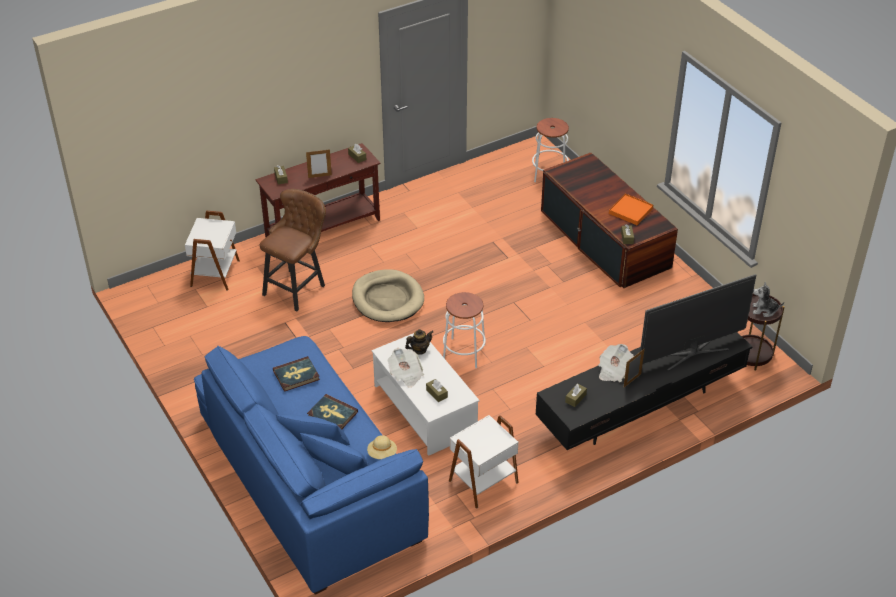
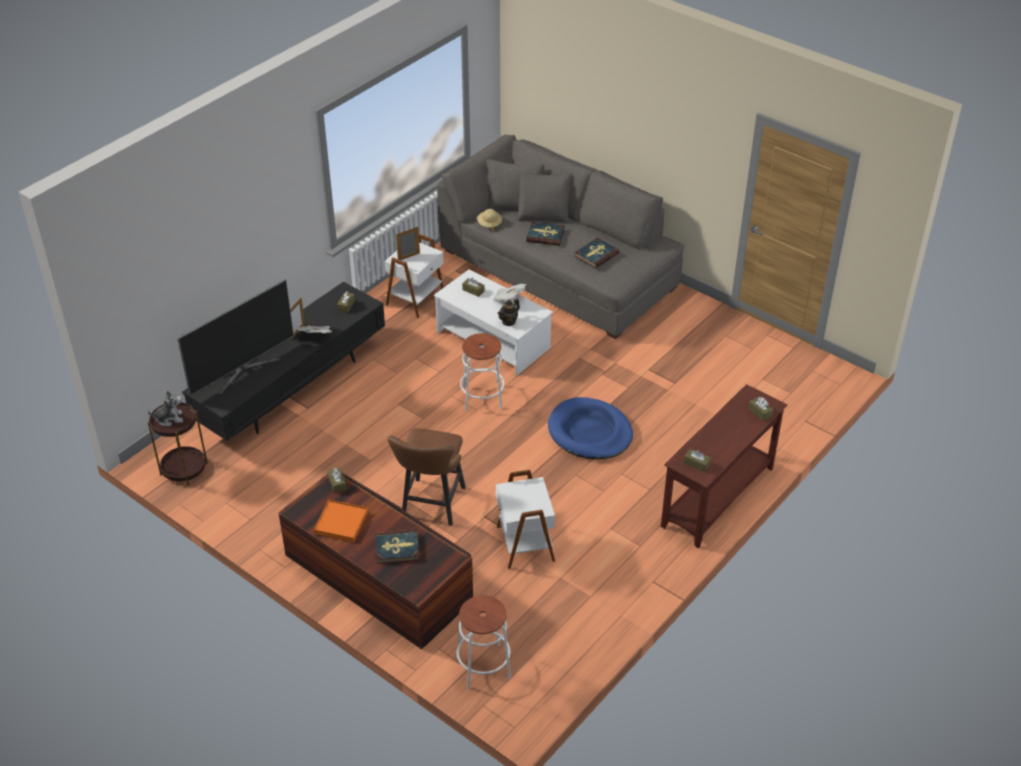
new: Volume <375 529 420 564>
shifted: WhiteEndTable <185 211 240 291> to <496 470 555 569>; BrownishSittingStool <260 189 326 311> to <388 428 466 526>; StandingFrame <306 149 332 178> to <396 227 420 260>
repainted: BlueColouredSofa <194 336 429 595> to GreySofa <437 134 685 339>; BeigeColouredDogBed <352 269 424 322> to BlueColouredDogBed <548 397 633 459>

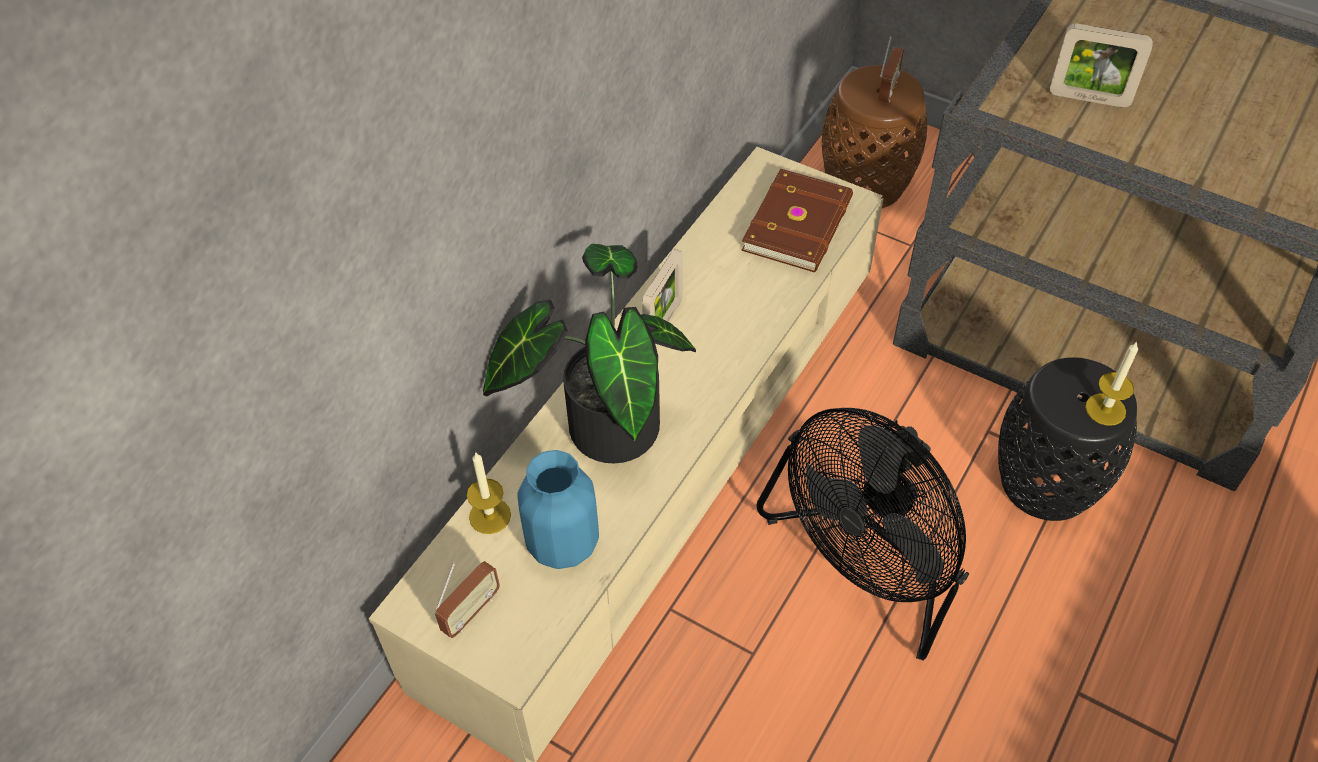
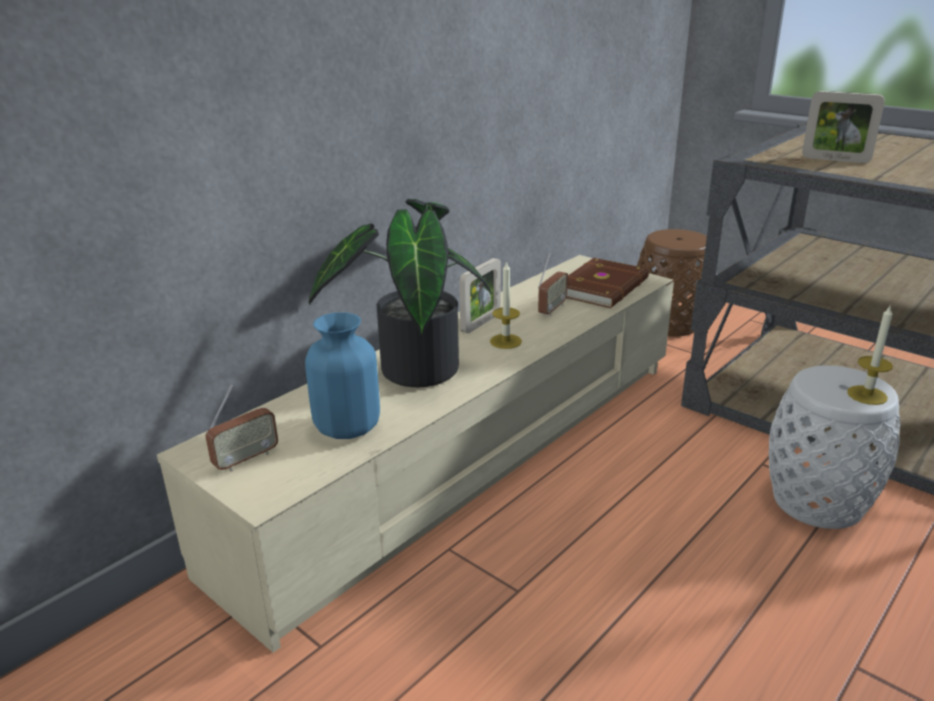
gone: BlackColouredCoolingFan <756 408 969 661>
shifted: Candle <467 452 511 534> to <490 260 522 349>; RadioReceiver <878 36 904 103> to <538 253 568 316>
repainted: BlackColouredSittingStool <998 357 1137 521> to WhiteSittingStool <769 366 900 529>

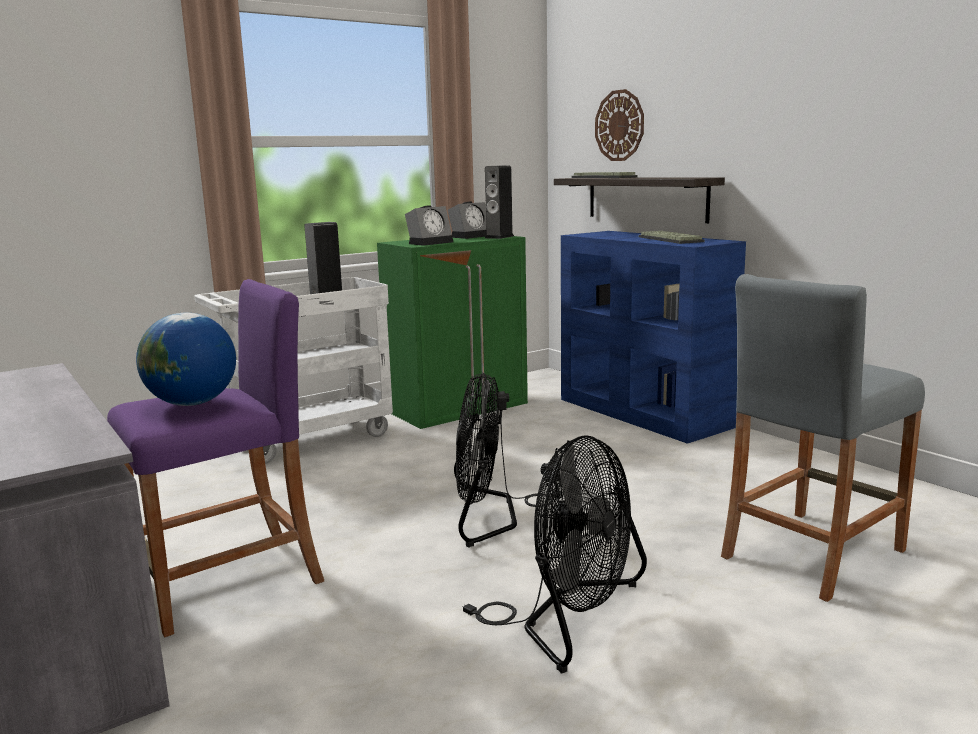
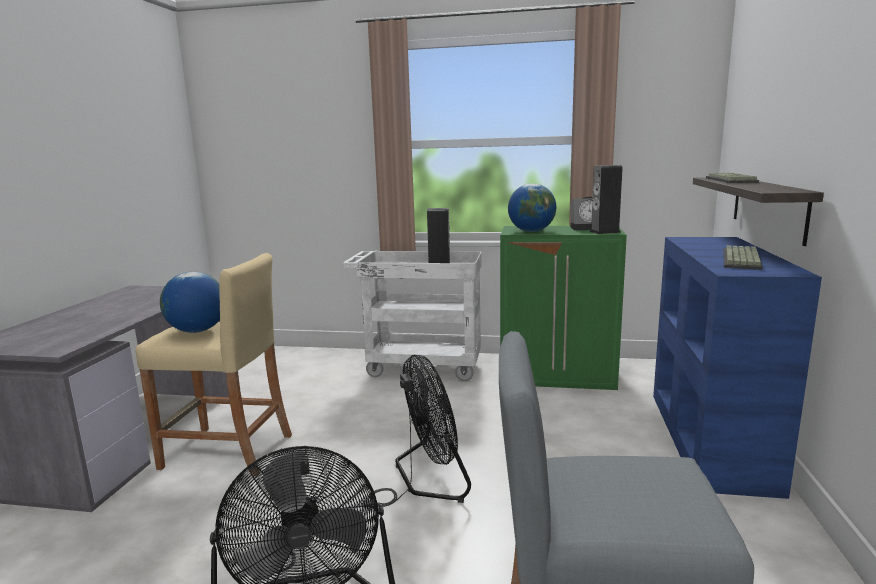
gone: HangingClock <595 89 644 161>
swapped: AlarmClock <405 205 453 246> to Globe <508 183 556 232>
repainted: PurpleColouredSittingStool <107 279 324 637> to BeigeColouredSittingStool <135 253 292 476>
rotated: BlackColouredCoolingFan <454 373 561 548> = <363 355 471 508> 120 degrees clockwise

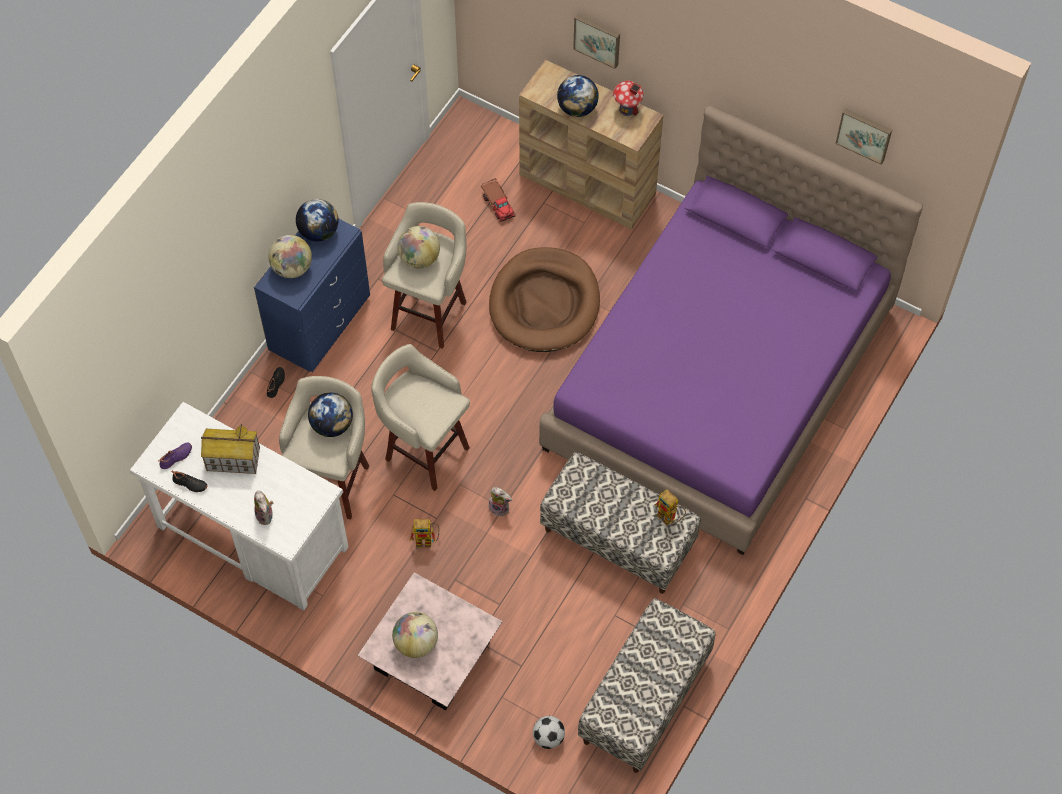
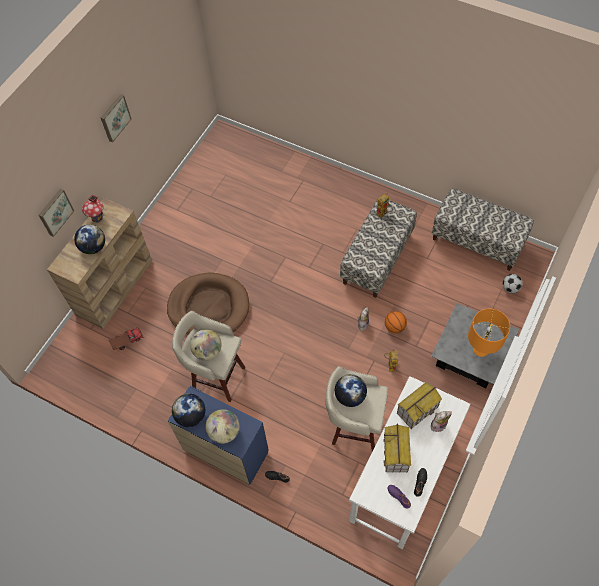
gone: BeigeColouredSittingStool <371 344 470 491>; PurpleColouredBedroomBed <539 105 923 555>
new: BasketballBall <385 311 407 333>; ModelHouse <397 382 442 429>
shifted: WallPicture <835 108 892 165> to <101 94 131 142>
swapped: Globe <392 612 438 658> to OrangeColouredTabletopLamp <468 309 510 357>
repainted: PinkCoffeeTable <357 572 503 710> to GreyCoffeeTable <431 303 519 388>

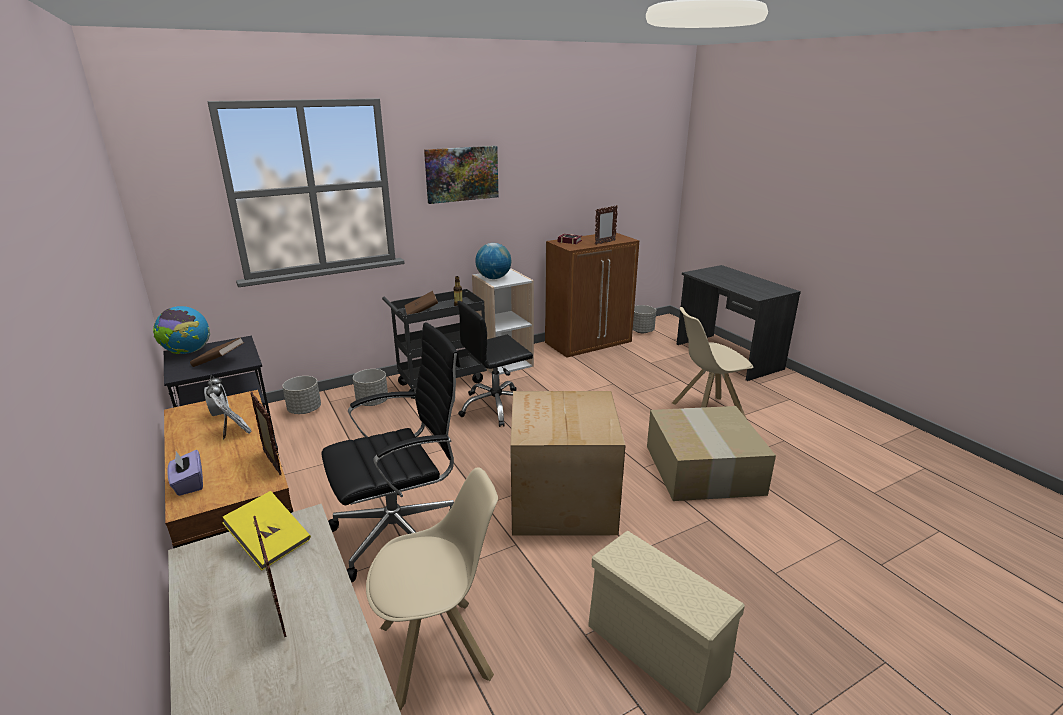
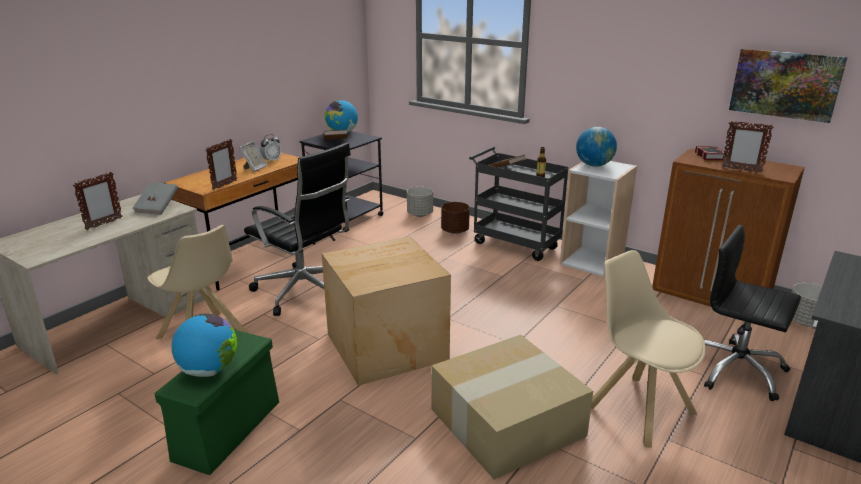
gone: PurpleColouredTissueHolder <167 450 203 496>
new: Globe <172 313 237 377>
shifted: WallPicture <424 146 499 204> to <729 49 847 123>; BlackColouredDeskChair <457 301 533 427> to <704 224 801 401>
repainted: YellowColouredVolume <222 491 311 571> to GreyVolume <133 182 178 215>; GreyPlantPot <353 369 388 406> to BrownishPlantPot <441 202 470 234>; BeigeColouredStorageContainer <588 531 745 713> to GreenishStorageContainer <155 330 279 475>

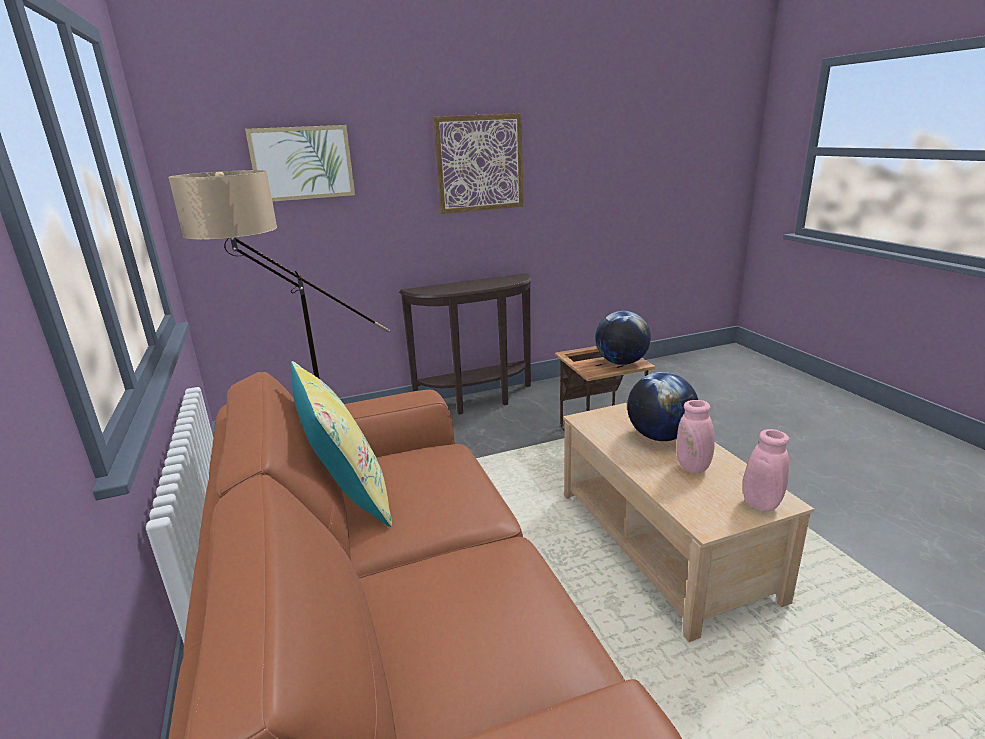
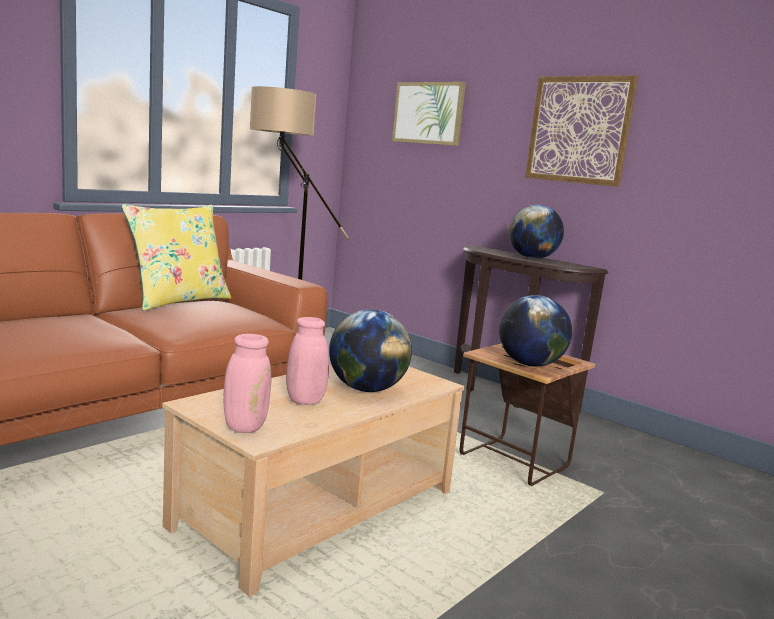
new: Globe <509 205 564 259>

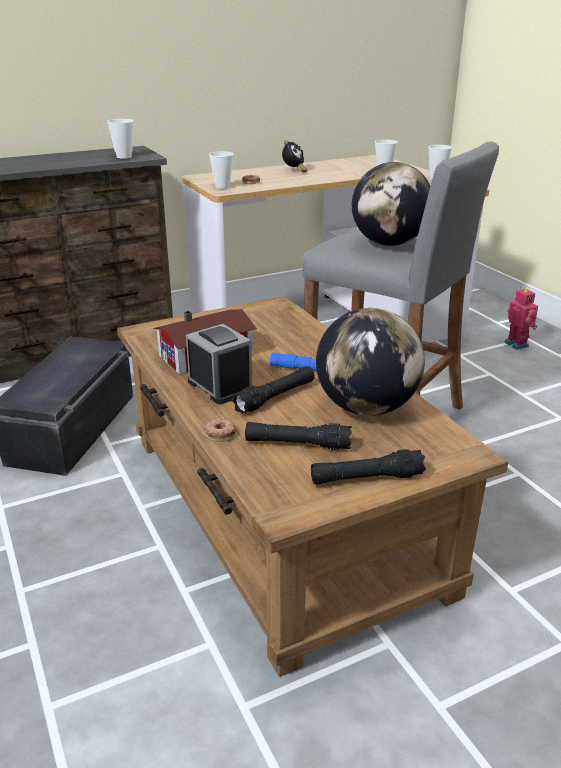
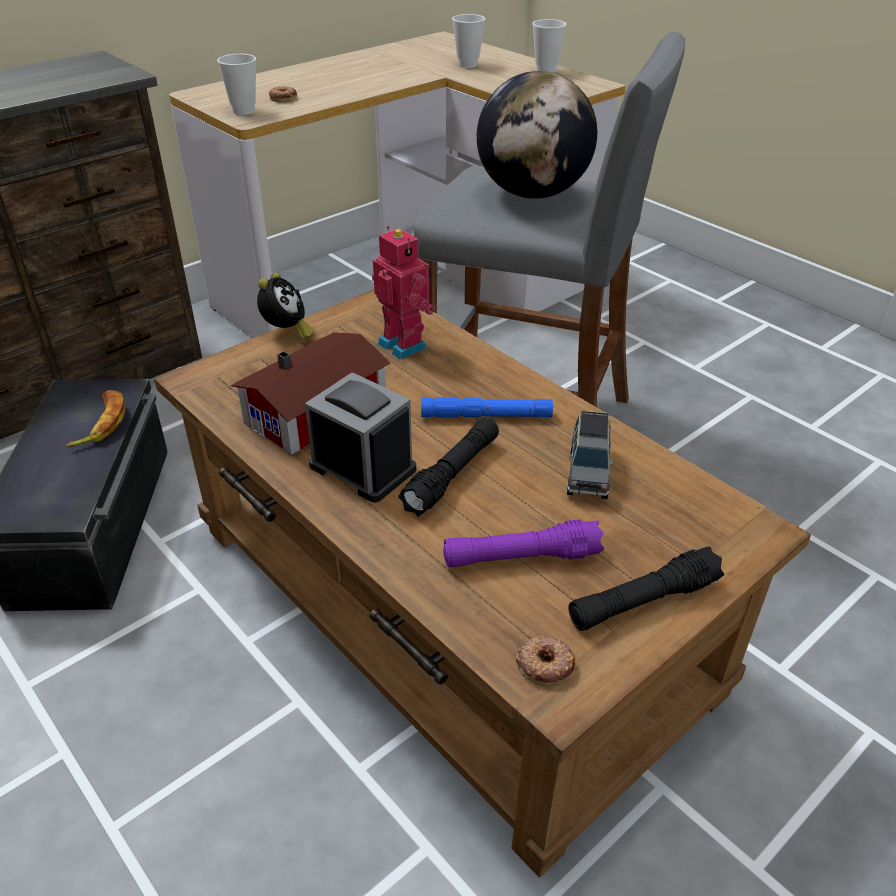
gone: SmallCup <107 119 134 158>
new: WholeBanana <66 390 125 447>
shifted: RingDoughnut <204 419 237 442> to <516 636 575 686>; AlarmClock <282 140 307 172> to <257 273 315 340>; RobotFigure <504 287 538 350> to <372 226 435 360>
swapped: Globe <316 308 425 416> to GreyModelCar <567 411 613 499>
repainted: BlackColouredTorch <245 422 352 450> to PurpleColouredTorch <443 519 604 568>

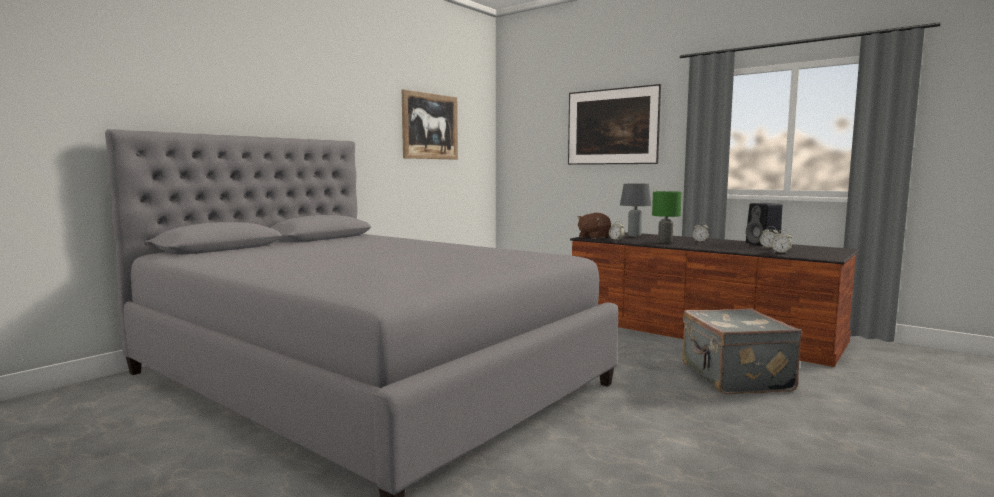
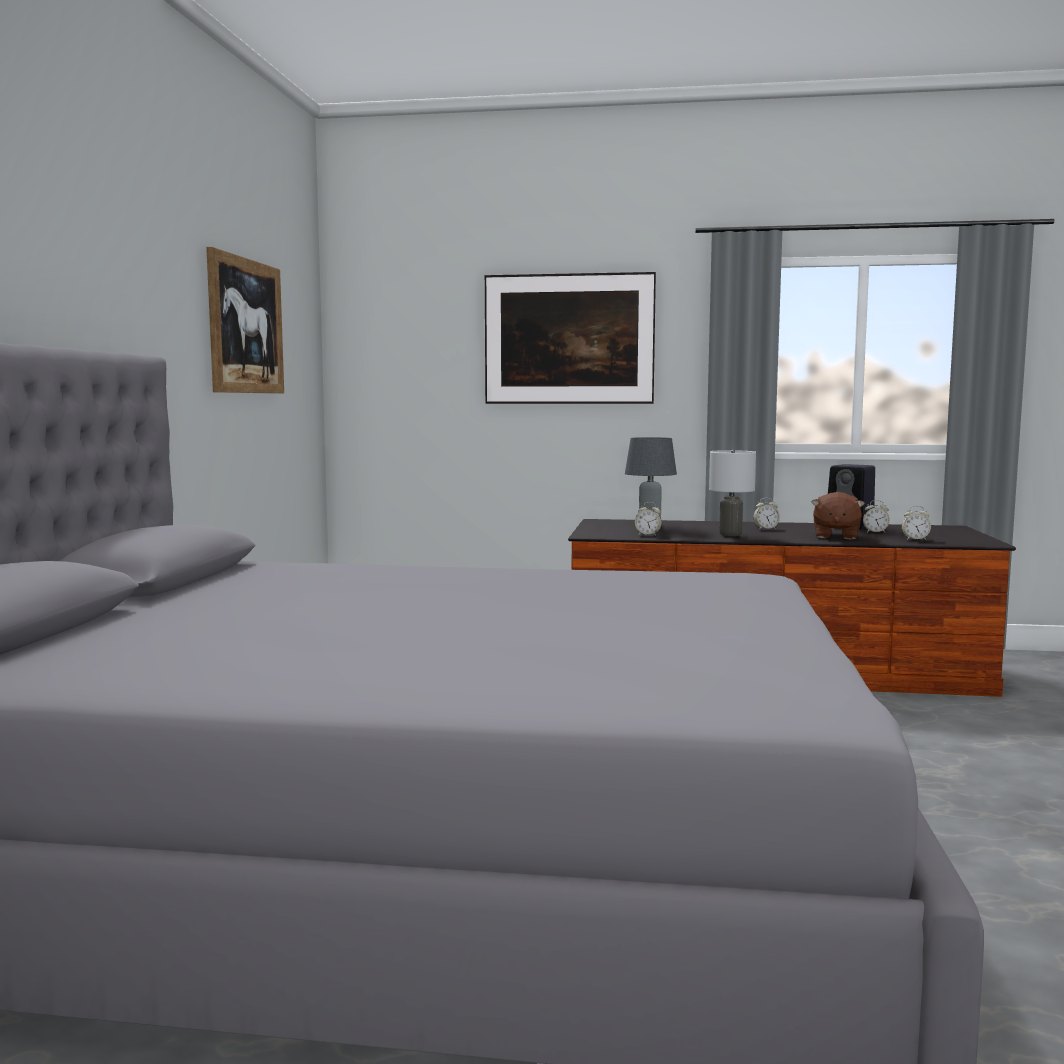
gone: GreySuitcase <682 309 802 395>
shifted: BrownishCuddlyToy <577 213 611 239> to <811 492 865 539>
repainted: GreenishTabletopLamp <652 191 682 244> to WhiteTabletopLamp <709 450 756 537>

